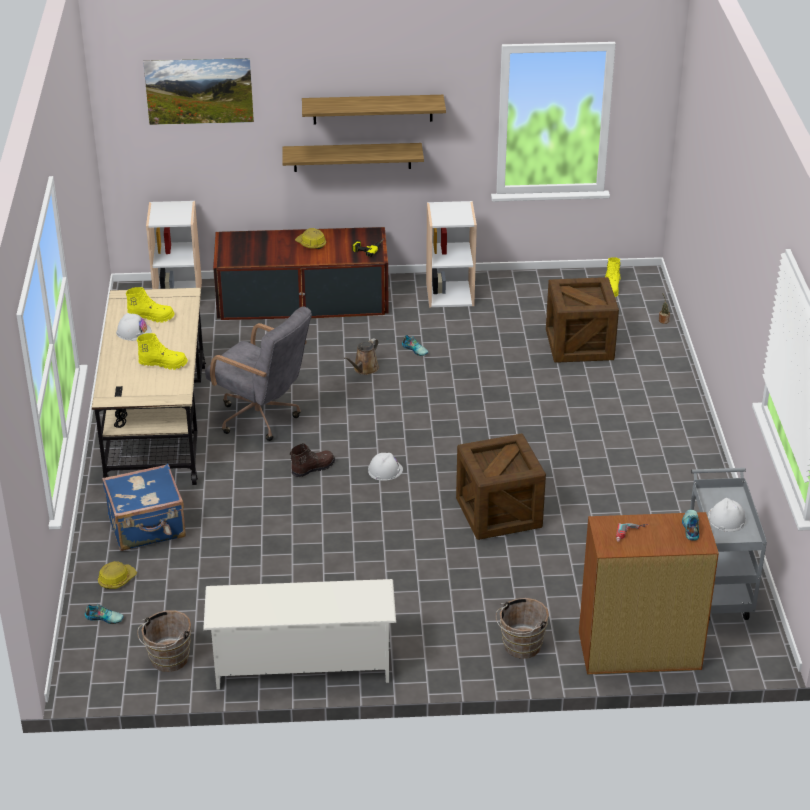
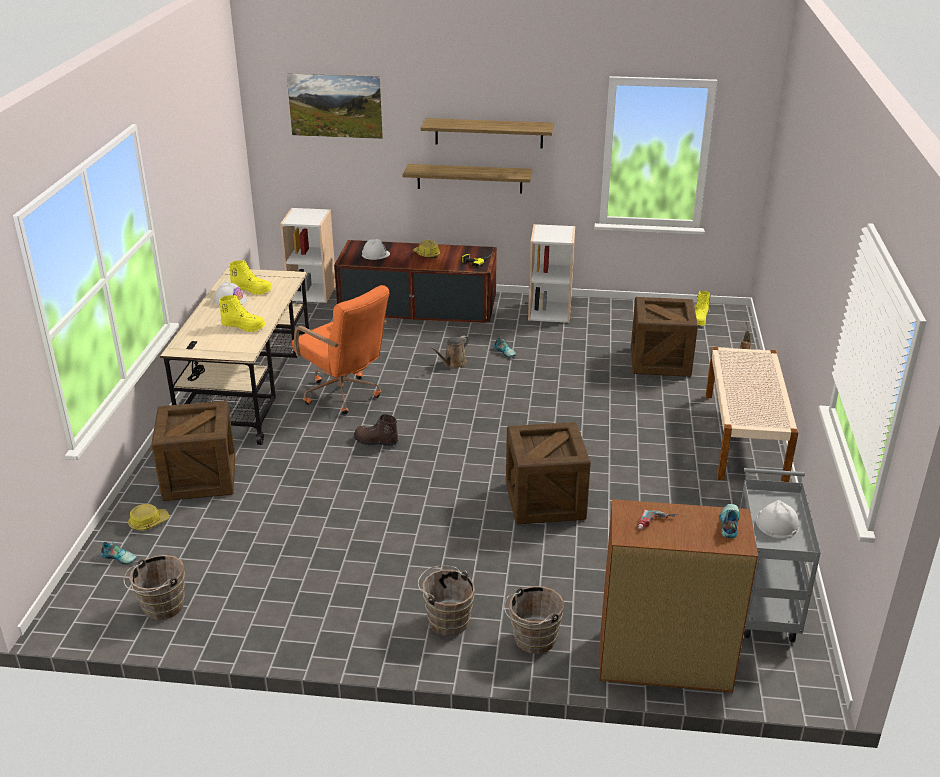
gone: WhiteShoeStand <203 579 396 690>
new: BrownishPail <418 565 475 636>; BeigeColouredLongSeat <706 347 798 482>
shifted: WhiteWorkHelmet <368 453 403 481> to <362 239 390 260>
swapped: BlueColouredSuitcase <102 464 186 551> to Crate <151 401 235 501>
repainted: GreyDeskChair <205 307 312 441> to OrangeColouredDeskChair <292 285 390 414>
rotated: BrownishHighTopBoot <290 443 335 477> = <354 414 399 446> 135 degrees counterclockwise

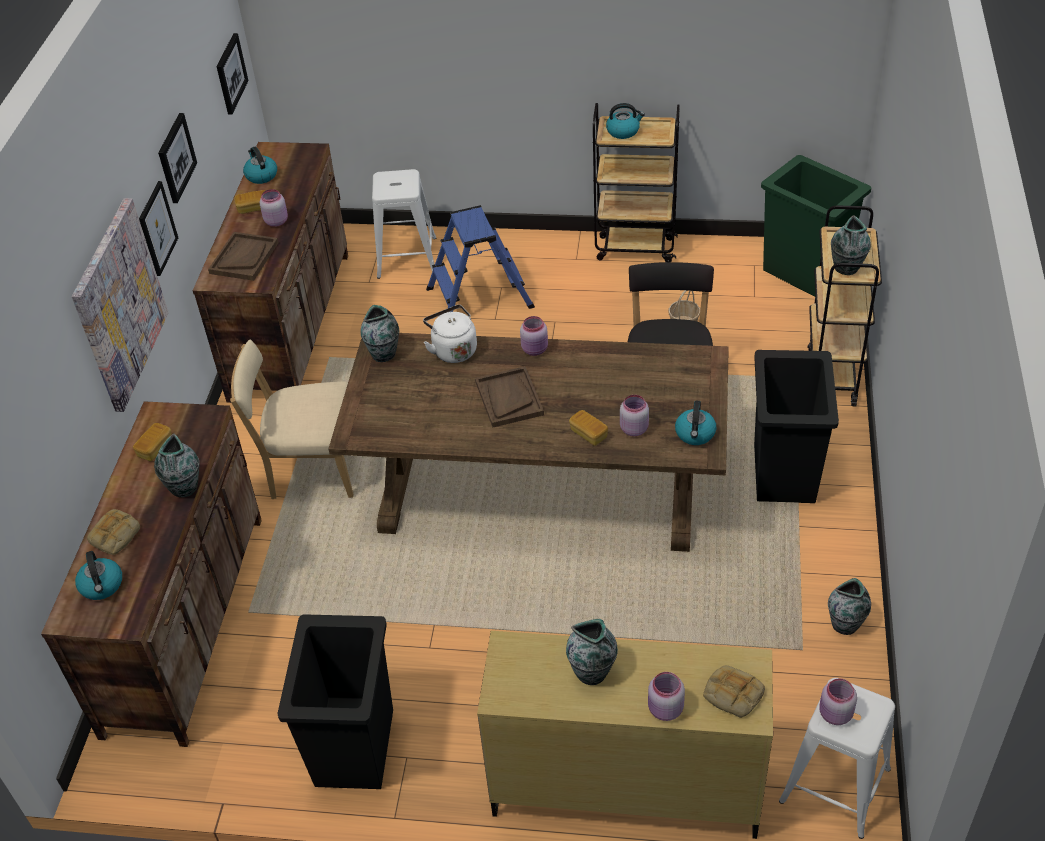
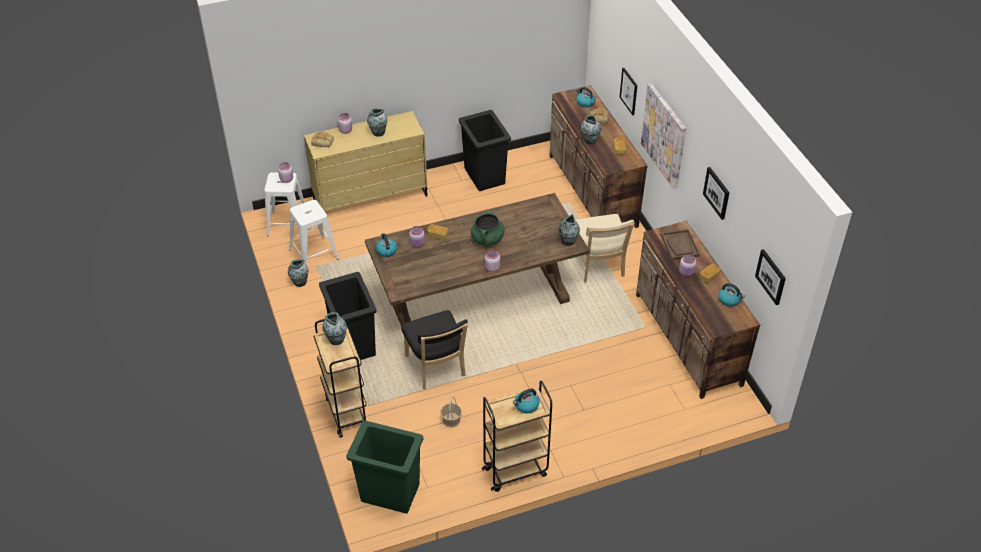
gone: WhiteWaterKettle <423 305 477 363>; BlueColouredStepladder <426 205 535 312>
shifted: WallPicture <139 181 178 276> to <620 68 637 115>; WhiteSittingStool <372 169 436 279> to <289 200 339 265>
swapped: BrownishServingTray <475 366 544 427> to GreenishStockpot <471 211 505 246>
rotated: BeigeColouredUprightChair <230 340 353 499> = <575 214 634 283> 105 degrees clockwise

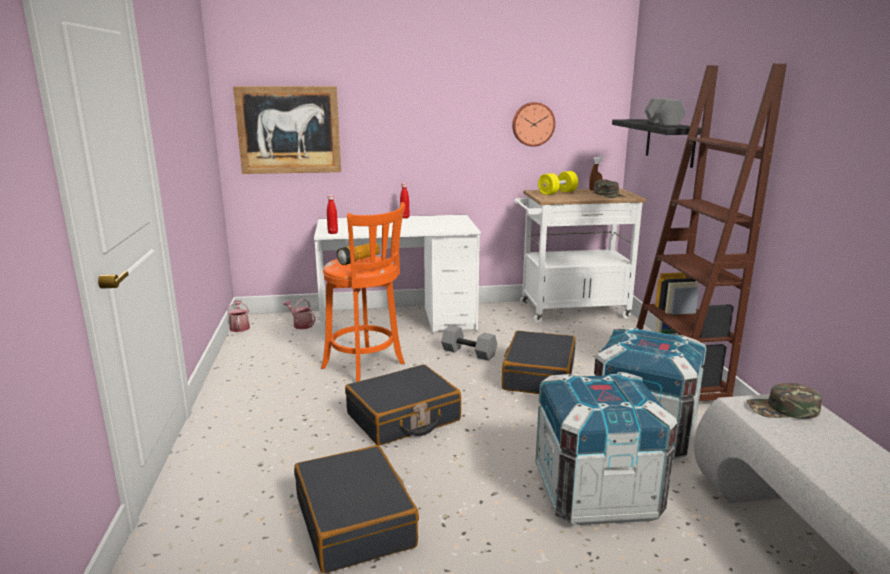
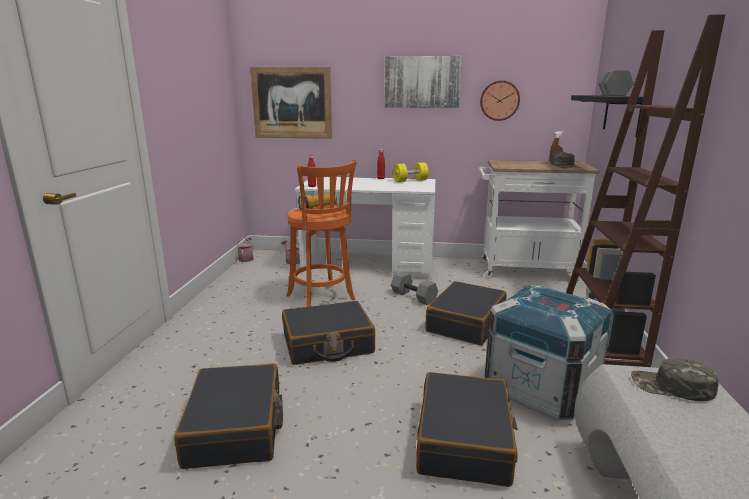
new: WallPicture <385 56 462 108>
shifted: YellowColouredHandWeight <538 171 578 195> to <393 162 429 182>
swapped: Crate <535 372 678 526> to BlackColouredSuitcase <416 372 518 487>

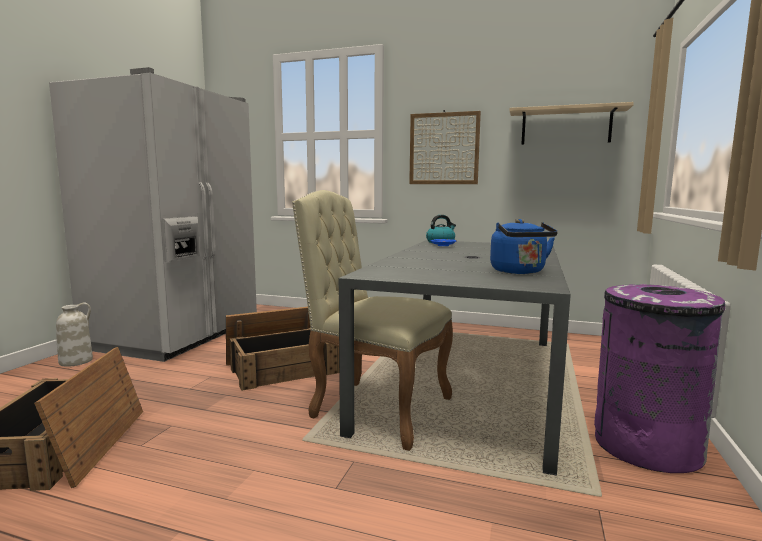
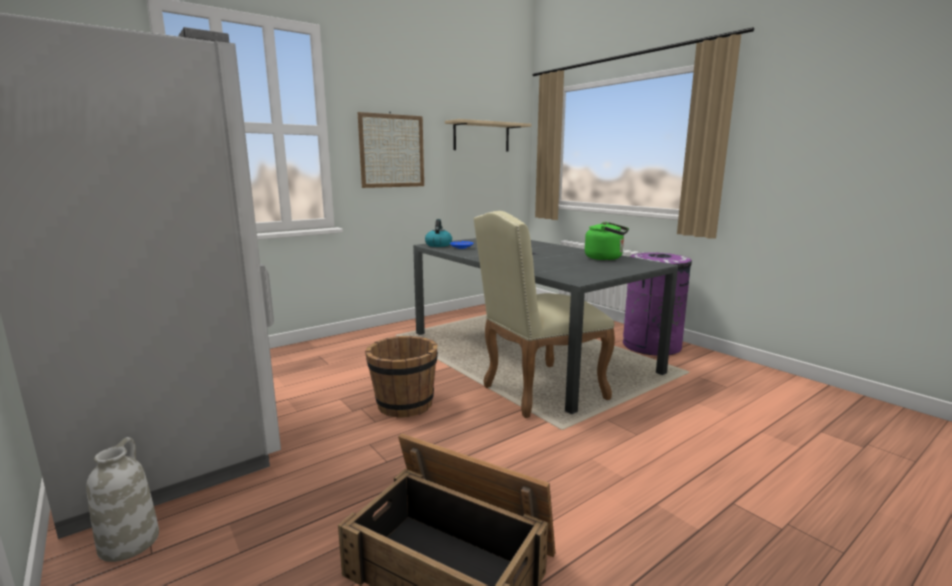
swapped: Crate <226 307 339 391> to BrownishPail <365 336 438 418>
repainted: BlueColouredWaterKettle <490 219 558 274> to GreenishWaterKettle <585 222 629 260>

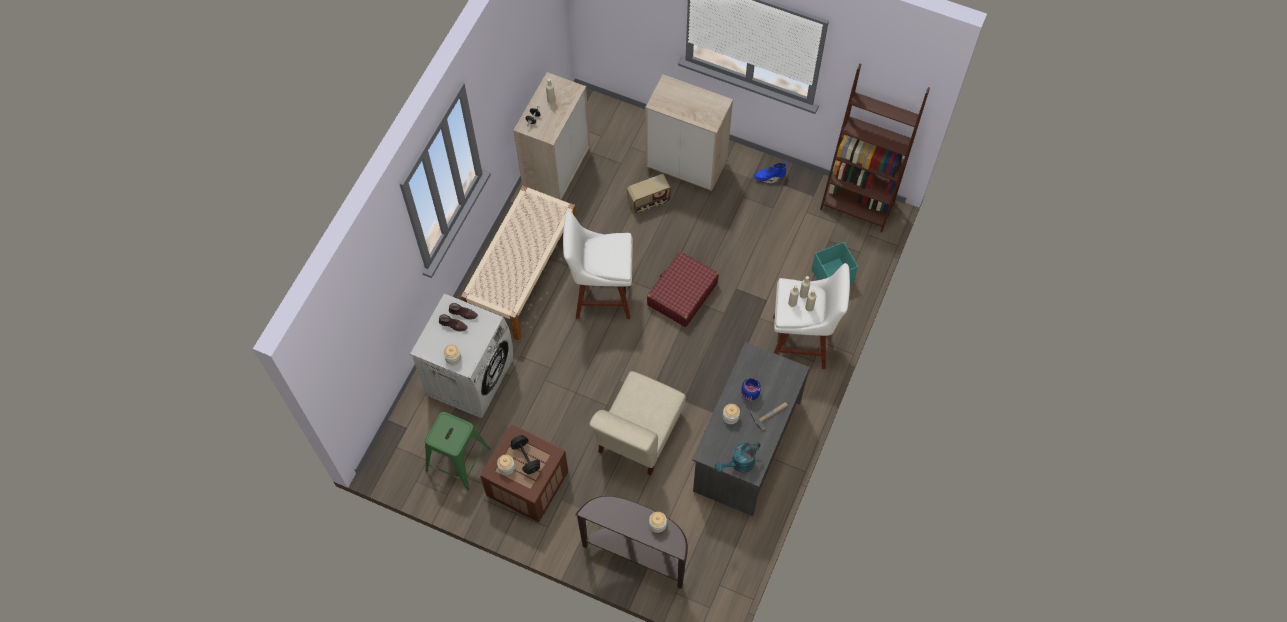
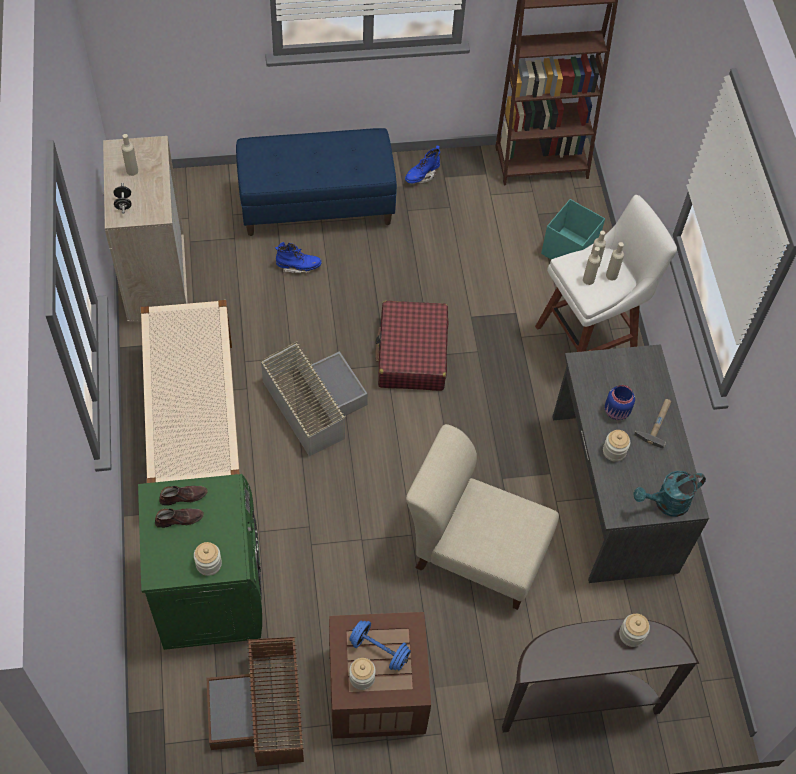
swapped: GreenishSittingStool <425 412 491 491> to BrownishStorageContainer <207 637 304 767>; WhiteSittingStool <563 211 633 319> to GreyStorageContainer <260 341 368 456>; RadioReceiver <627 174 671 213> to BlueColouredHighTopBoot <275 242 322 274>; BeigeColouredCabinet <645 74 733 191> to BlueColouredLongSeat <236 128 397 236>
repainted: WhiteLaundryAppliance <410 293 513 418> to GreenishLaundryAppliance <138 474 262 650>; BlackColouredHandWeight <511 435 540 474> to BlueColouredHandWeight <349 621 411 670>
rotated: BeigeColouredUprightChair <589 371 686 476> = <406 424 559 610> 120 degrees clockwise; TurquoiseSprinklingCan <715 442 760 473> = <634 471 706 517> 45 degrees clockwise

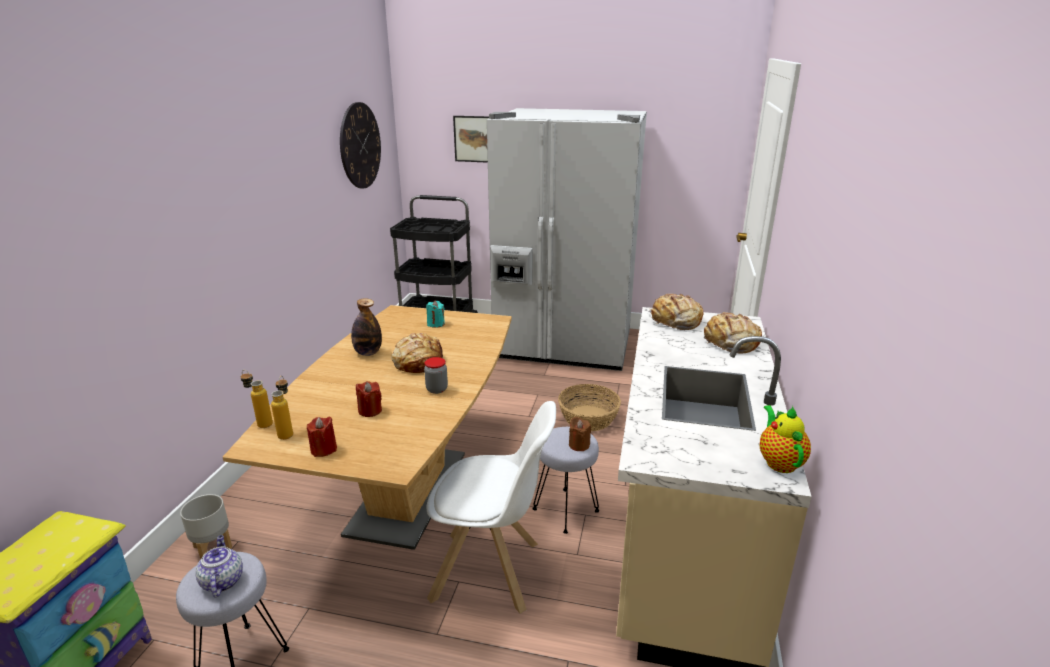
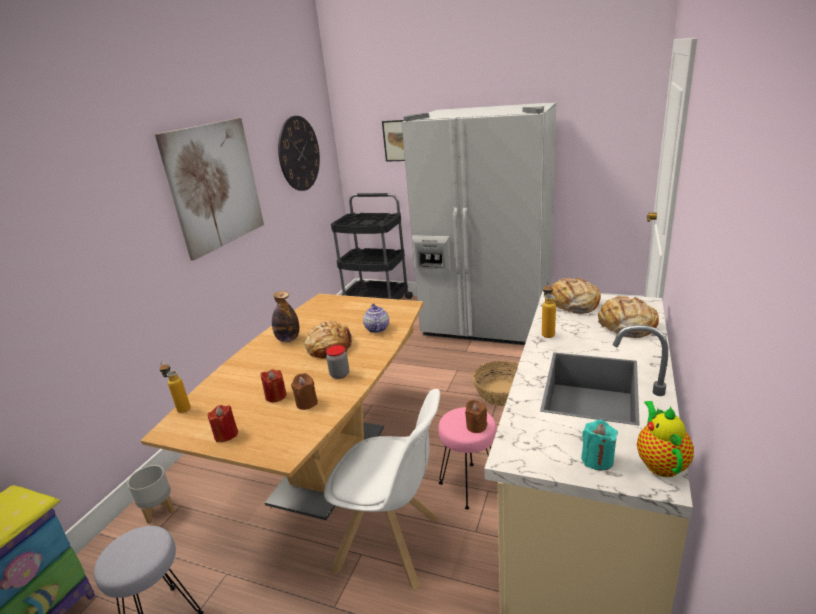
new: WallPicture <155 118 264 261>; BrownishCandle <291 373 318 410>
shifted: PotForTea <195 535 243 597> to <363 304 389 333>; BeverageBottle <271 375 293 440> to <542 282 556 338>; TurquoiseCandle <426 301 445 328> to <581 420 618 471>
repainted: GreySittingStool <532 427 599 534> to PinkSittingStool <438 407 497 510>

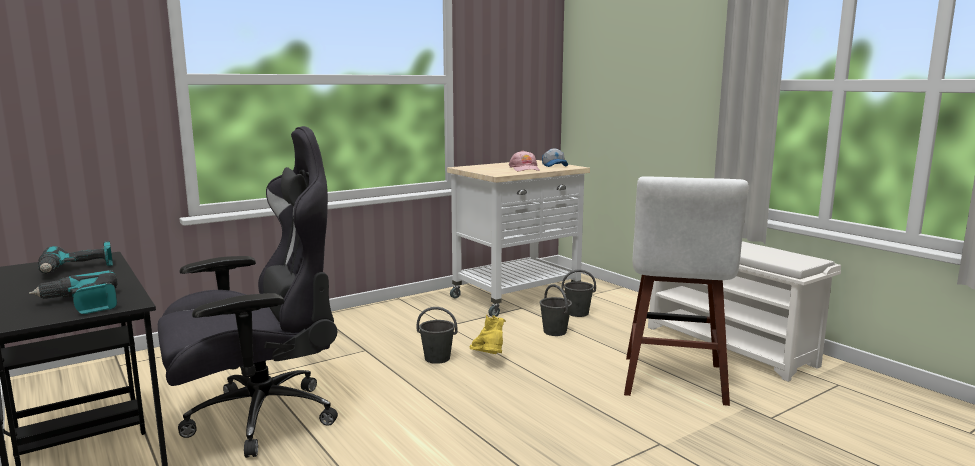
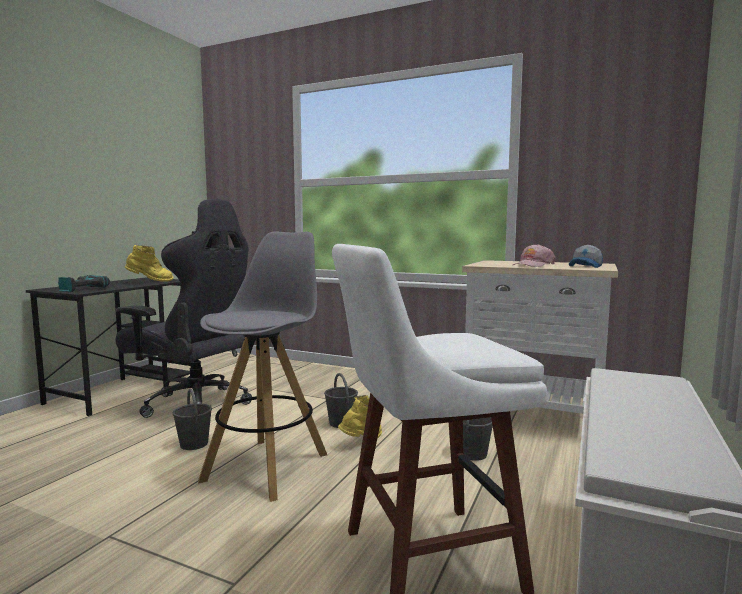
new: GreySittingStool <198 231 327 502>
shifted: GreyPail <561 270 596 317> to <172 389 212 450>
swapped: Drill <38 241 113 274> to YellowColouredHighTopBoot <125 245 173 282>

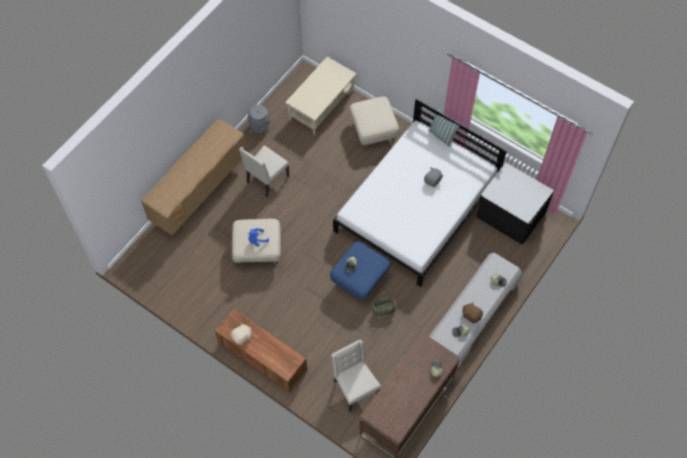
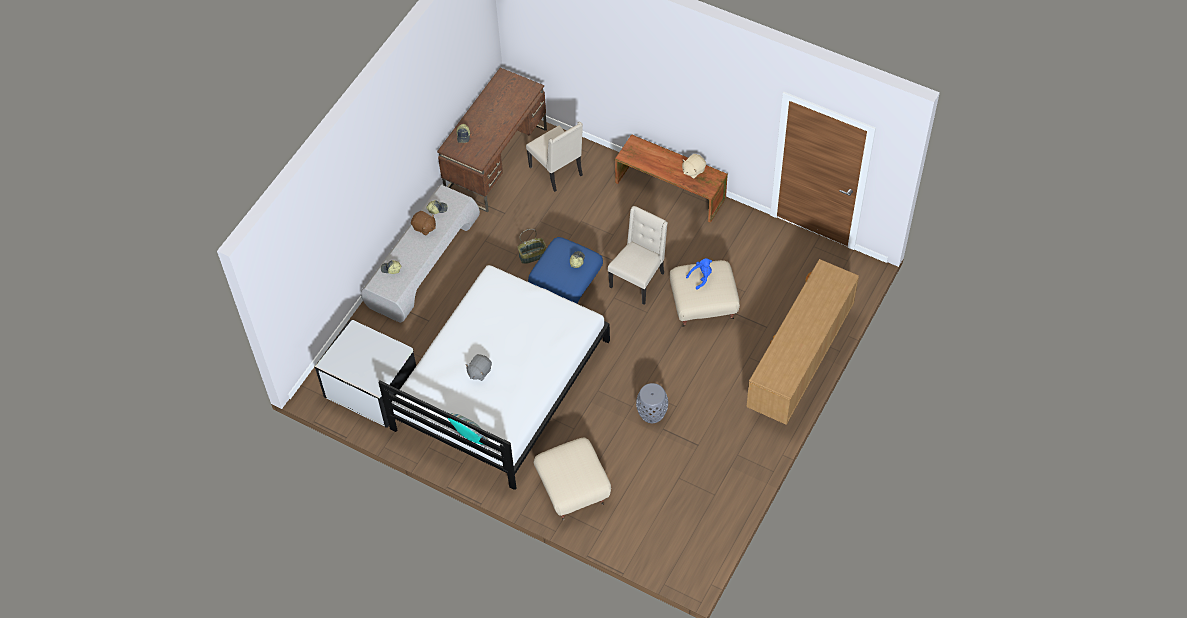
gone: BeigeColouredCoffeeTable <285 57 357 135>
shifted: BeigeColouredUprightChair <239 145 289 197> to <608 206 668 305>; GreySittingStool <248 105 270 134> to <636 383 668 423>

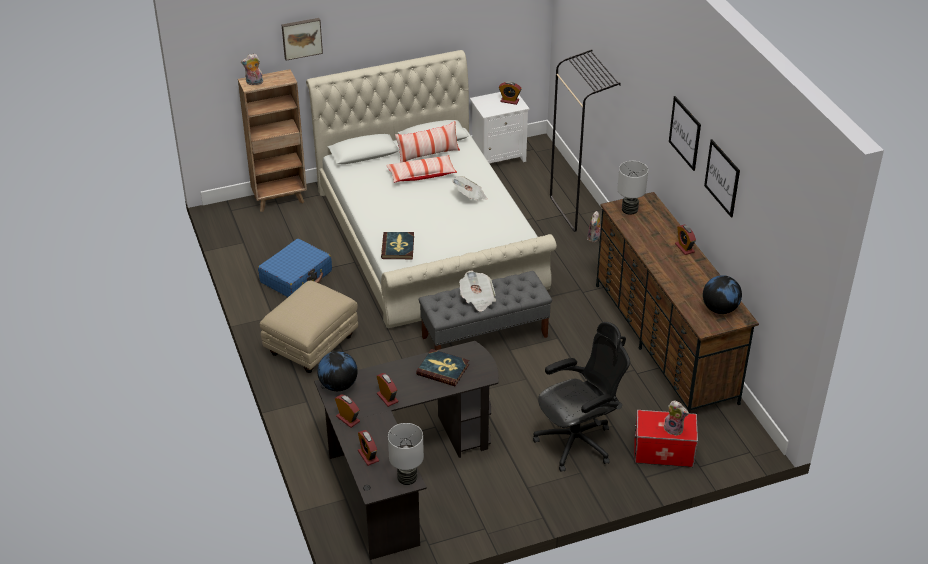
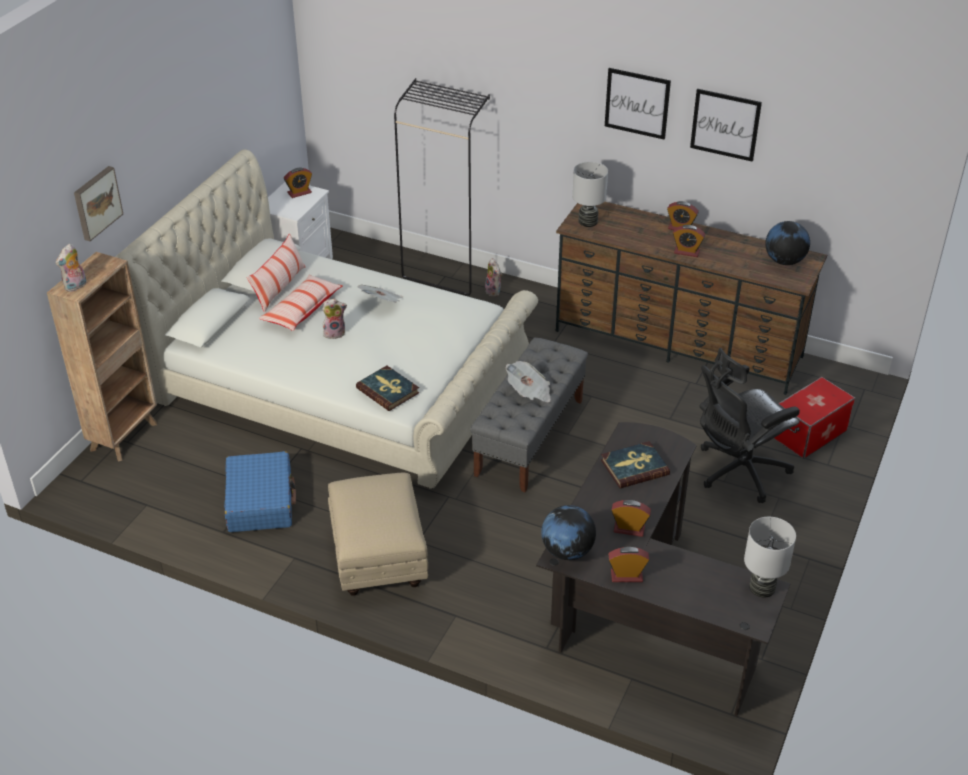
shifted: AlarmClock <358 430 379 466> to <673 225 705 257>; CuddlyToy <664 400 689 436> to <322 298 347 339>
rotated: DeskChair <533 322 630 472> = <699 348 800 503> 135 degrees counterclockwise

